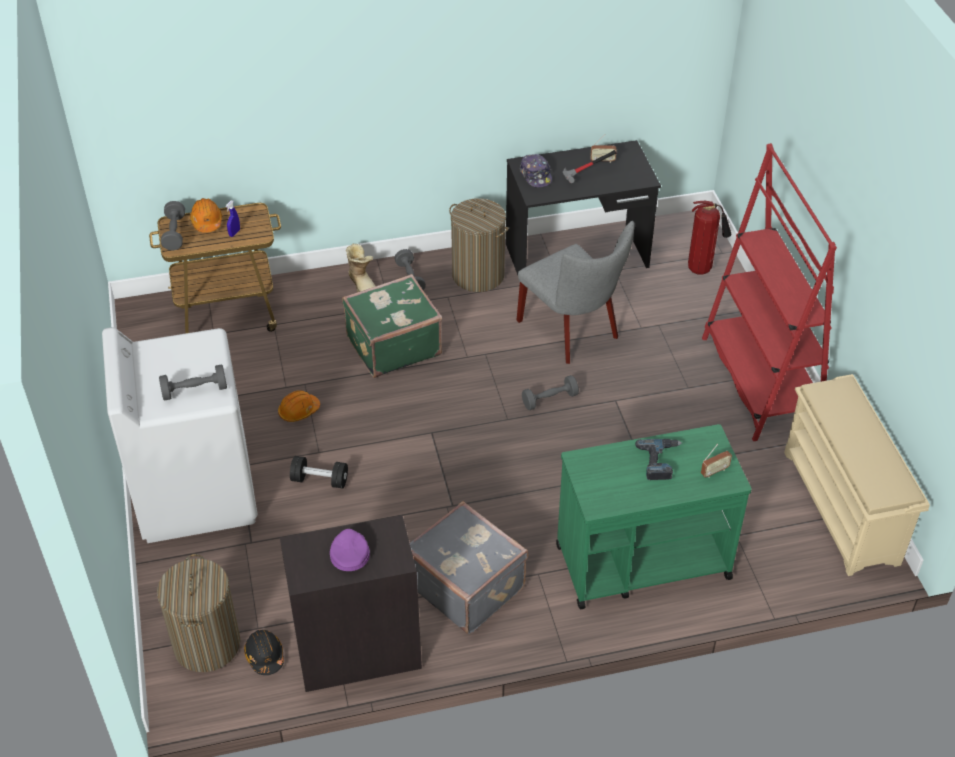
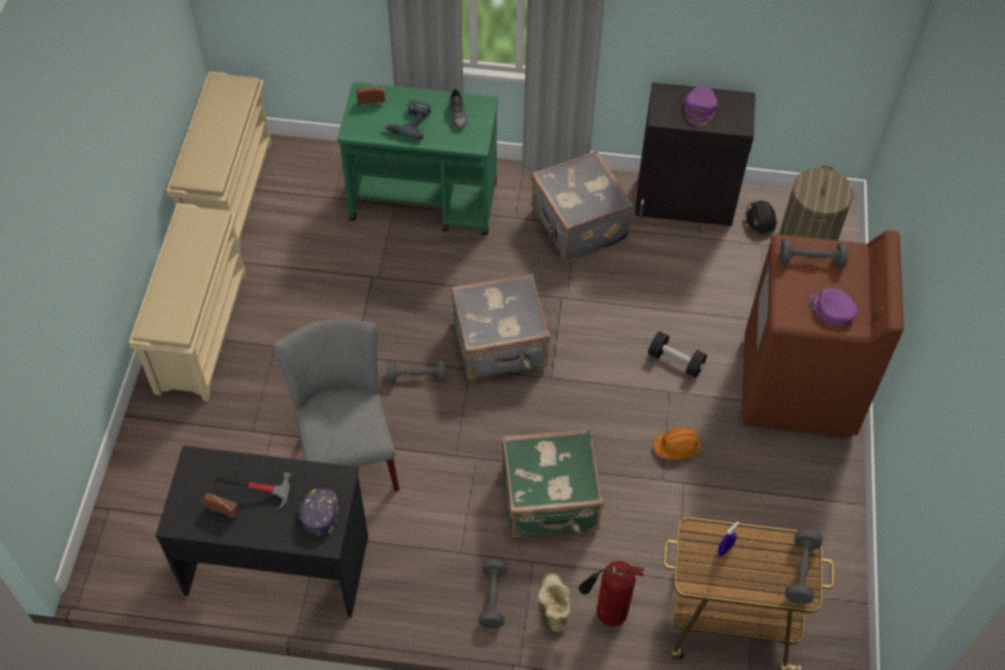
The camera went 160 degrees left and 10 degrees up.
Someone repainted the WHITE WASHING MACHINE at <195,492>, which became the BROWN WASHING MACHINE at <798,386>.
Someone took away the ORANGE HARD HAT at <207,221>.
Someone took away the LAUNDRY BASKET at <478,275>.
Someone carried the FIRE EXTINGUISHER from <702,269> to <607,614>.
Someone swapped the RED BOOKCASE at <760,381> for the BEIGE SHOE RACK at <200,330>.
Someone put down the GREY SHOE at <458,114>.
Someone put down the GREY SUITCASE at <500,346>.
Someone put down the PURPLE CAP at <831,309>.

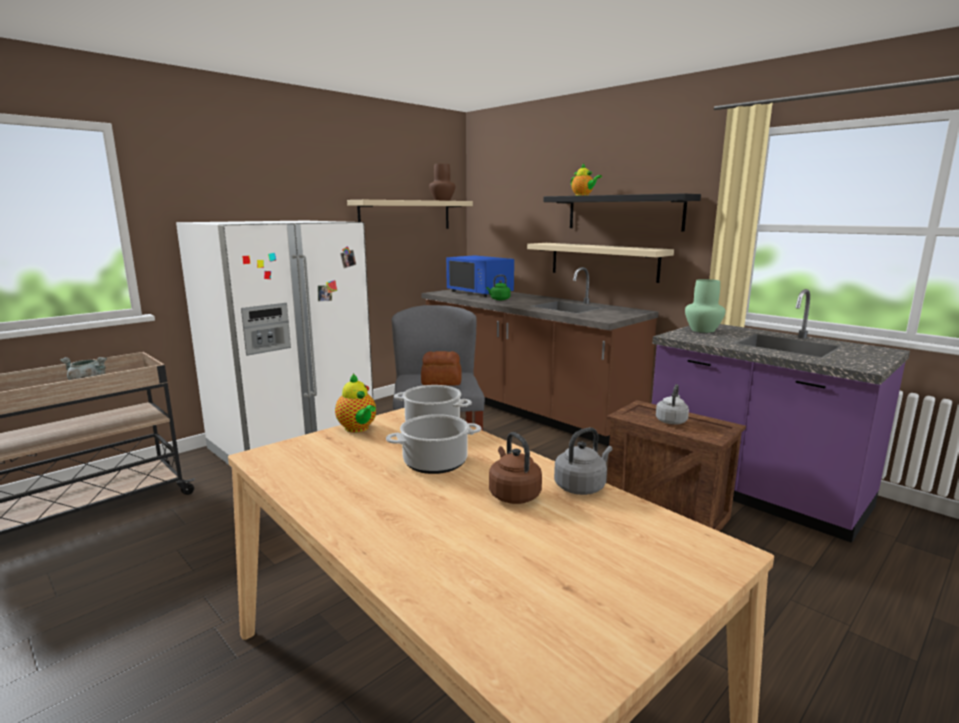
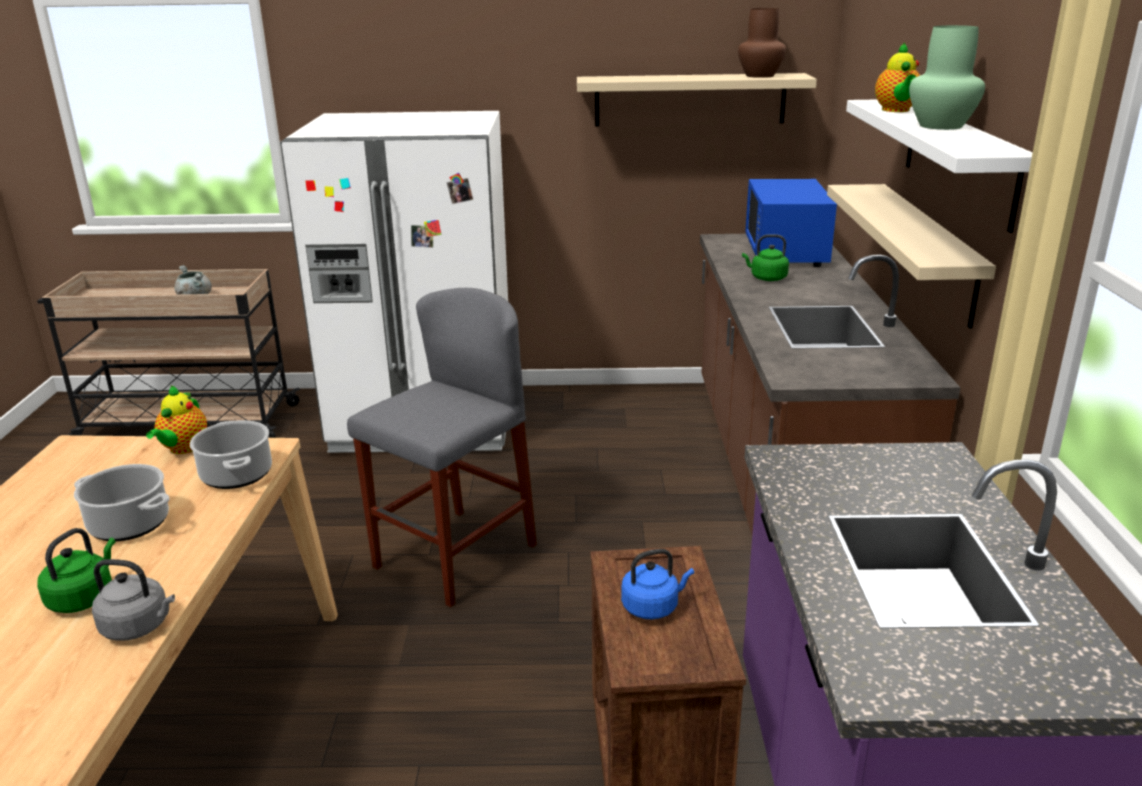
The camera went 45 degrees right and 10 degrees up.
Someone took away the BREAD at <442,382>.
Someone repainted the BROWN KETTLE at <513,494>, which became the GREEN KETTLE at <83,597>.
Someone repainted the BLACK SHELF at <624,212>, which became the WHITE SHELF at <958,159>.
Someone repainted the GREY KETTLE at <671,421>, which became the BLUE KETTLE at <653,607>.
Someone carried the GREEN VASE from <702,330> to <939,126>.

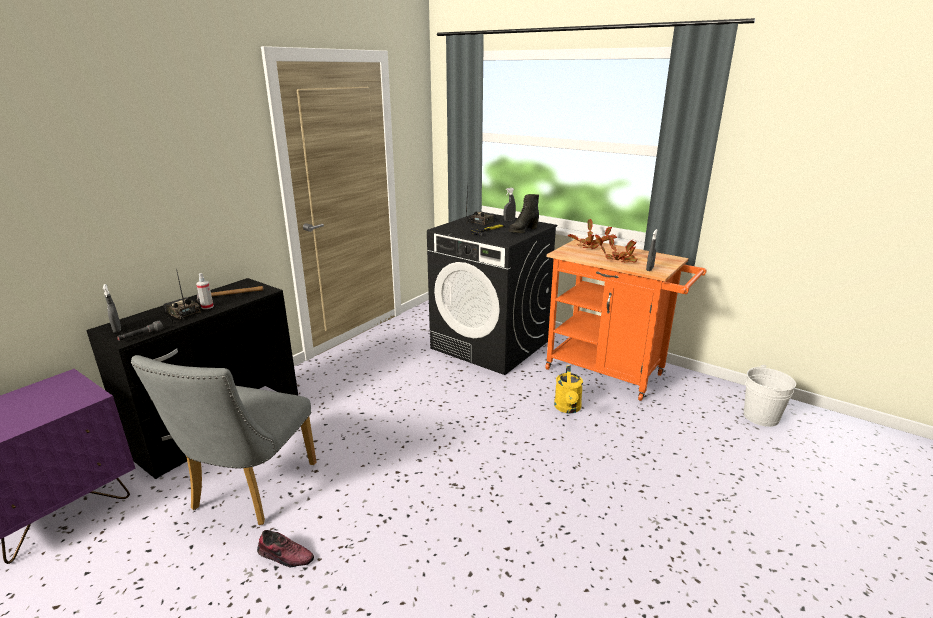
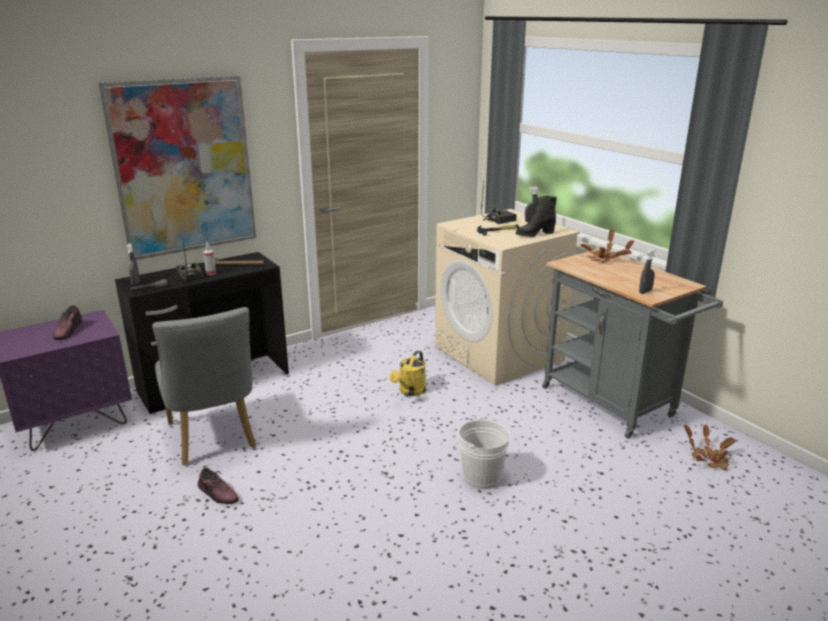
The camera went 20 degrees right and 0 degrees up.
Someone rotated the GREY CHAIR at <249,491> by 60 degrees counterclockwise.
Someone repainted the BLACK WASHING MACHINE at <490,345>, which became the BEIGE WASHING MACHINE at <499,354>.
Someone repainted the ORANGE CART at <611,373>, which became the GREY CART at <614,405>.
Someone carried the YELLOW WATERING CAN from <568,408> to <410,392>.
Someone carried the POTTED PLANT from <618,259> to <708,458>.
Someone carried the WHITE BUCKET from <761,416> to <481,477>.
Someone put down the SHOE at <68,331>.
Someone put up the PICTURE at <184,167>.

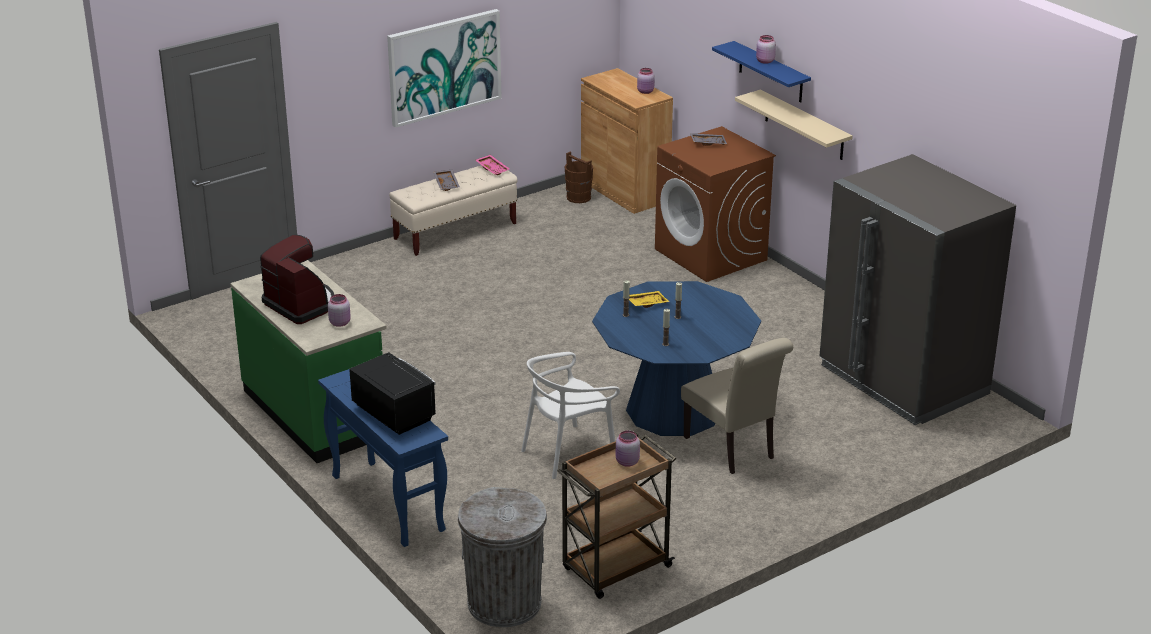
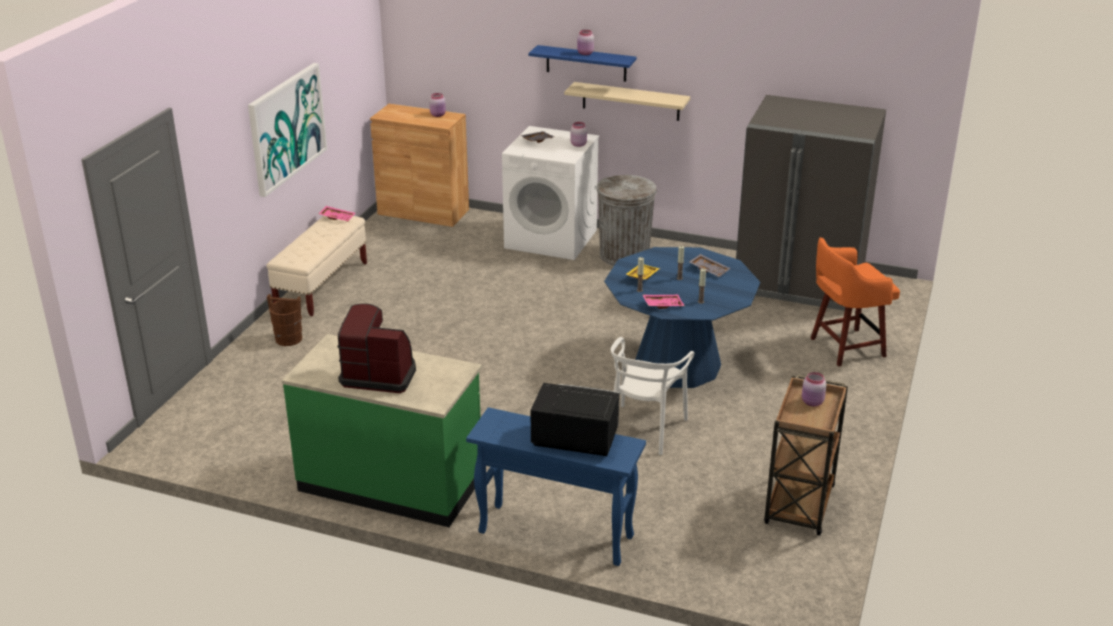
The camera went 35 degrees left and 0 degrees up.
Someone carried the PINK JAR from <340,322> to <578,144>.
Someone carried the GREY TRAY from <447,184> to <709,270>.
Someone carried the GREY TRASH CAN from <504,603> to <624,255>.
Someone carried the BROWN BUCKET from <578,197> to <288,339>.
Someone repainted the BROWN WASHING MACHINE at <711,255>, which became the WHITE WASHING MACHINE at <551,239>.
Someone took away the BEIGE CHAIR at <733,450>.
Someone put down the PINK TRAY at <662,305>.
Someone put down the ORANGE STOOL at <845,348>.

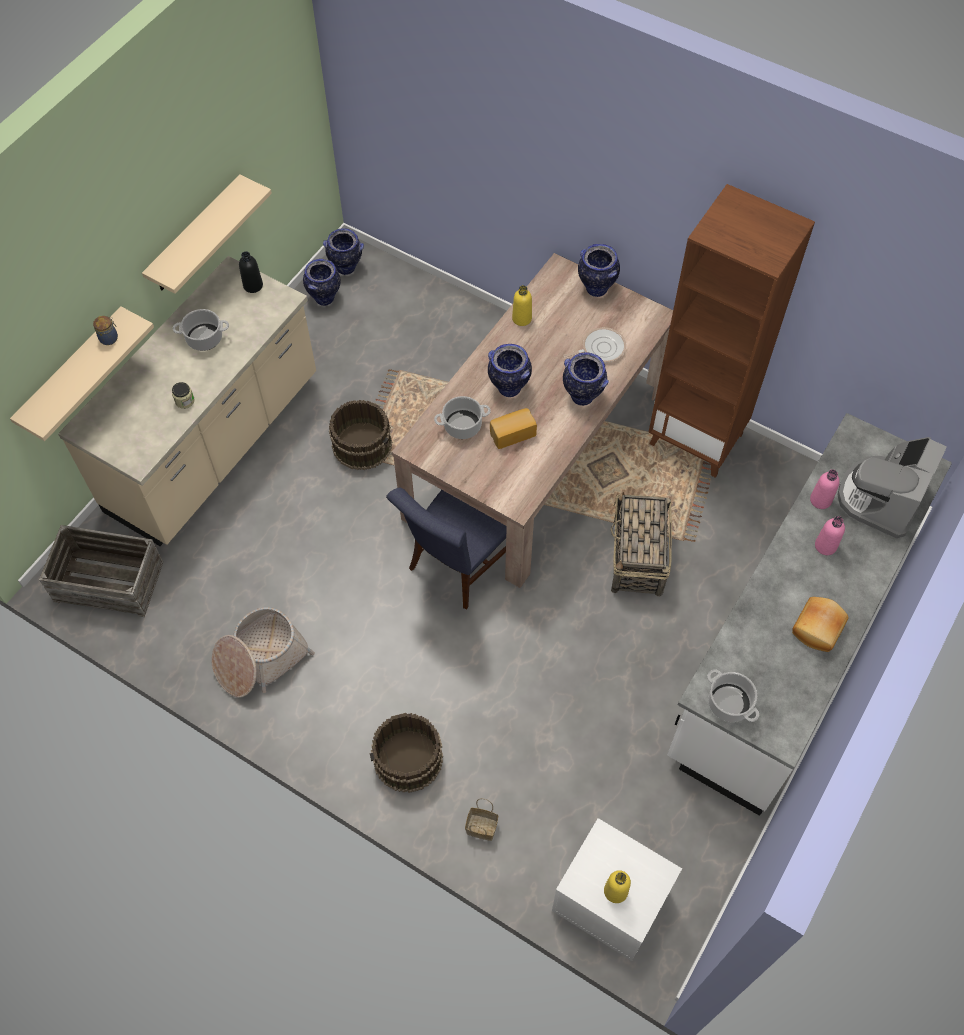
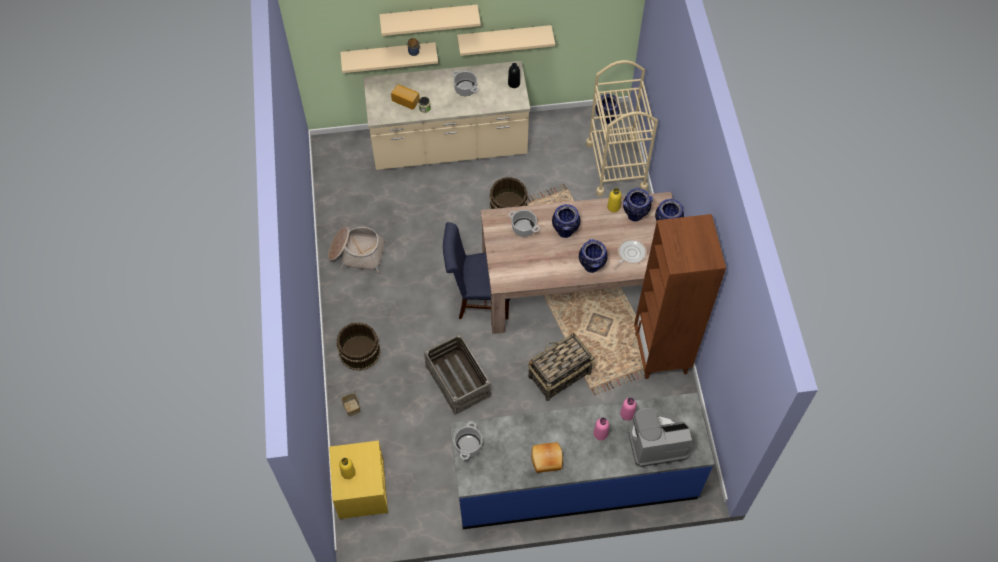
The camera went 50 degrees right and 0 degrees up.
Someone carried the CRATE from <109,580> to <458,380>.
Someone carried the VASE from <324,298> to <635,215>.
Someone carried the BREAD from <512,433> to <406,100>.
Someone repainted the WHITE NIGHTSTAND at <609,901>, which became the YELLOW NIGHTSTAND at <361,489>.
Someone rotated the FRYING PAN at <600,348> by 75 degrees counterclockwise.
Someone repainted the WHITE COUNTER at <788,642>, which became the BLUE COUNTER at <575,480>.
Someone put up the BEIGE SHELF at <429,18>.
Someone put down the BEIGE CART at <616,166>.

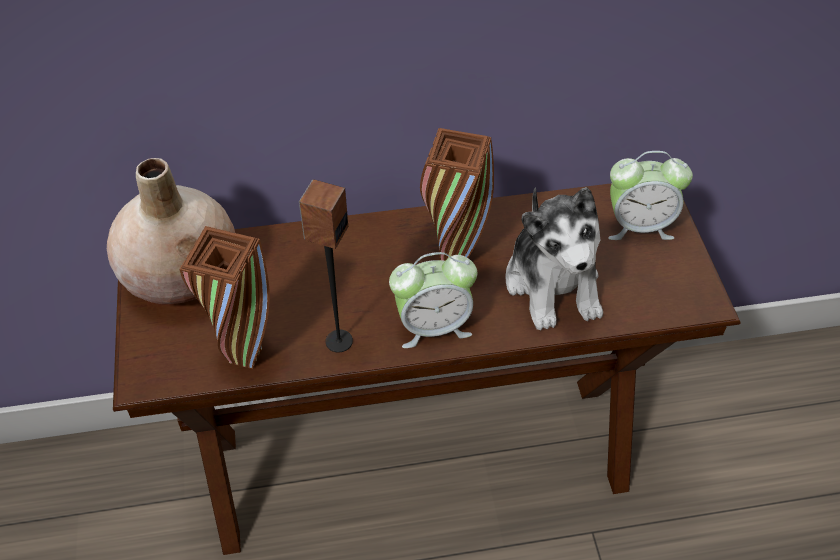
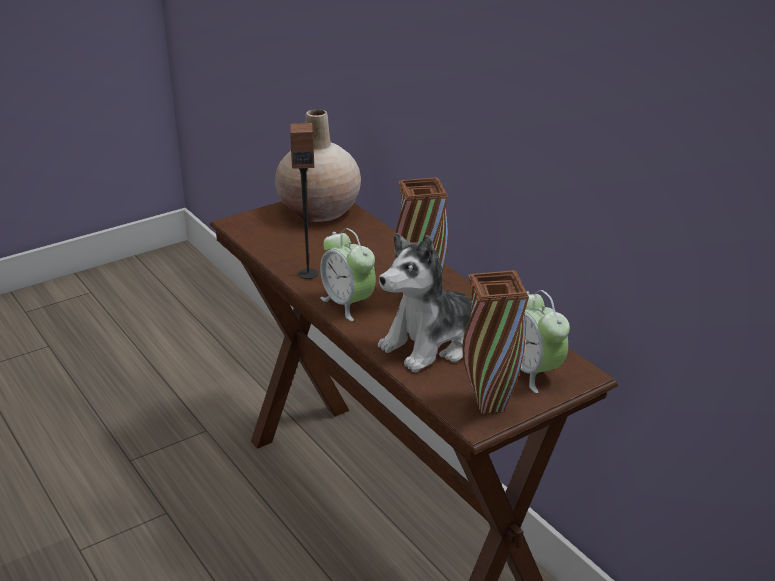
The camera went 65 degrees right and 20 degrees down.
Someone carried the BROWN VASE from <245,355> to <490,406>.

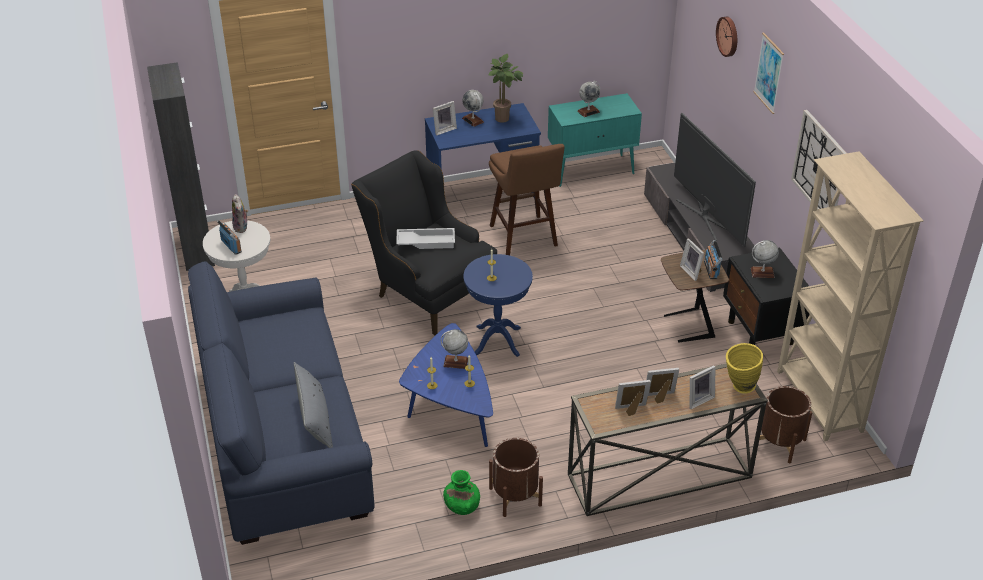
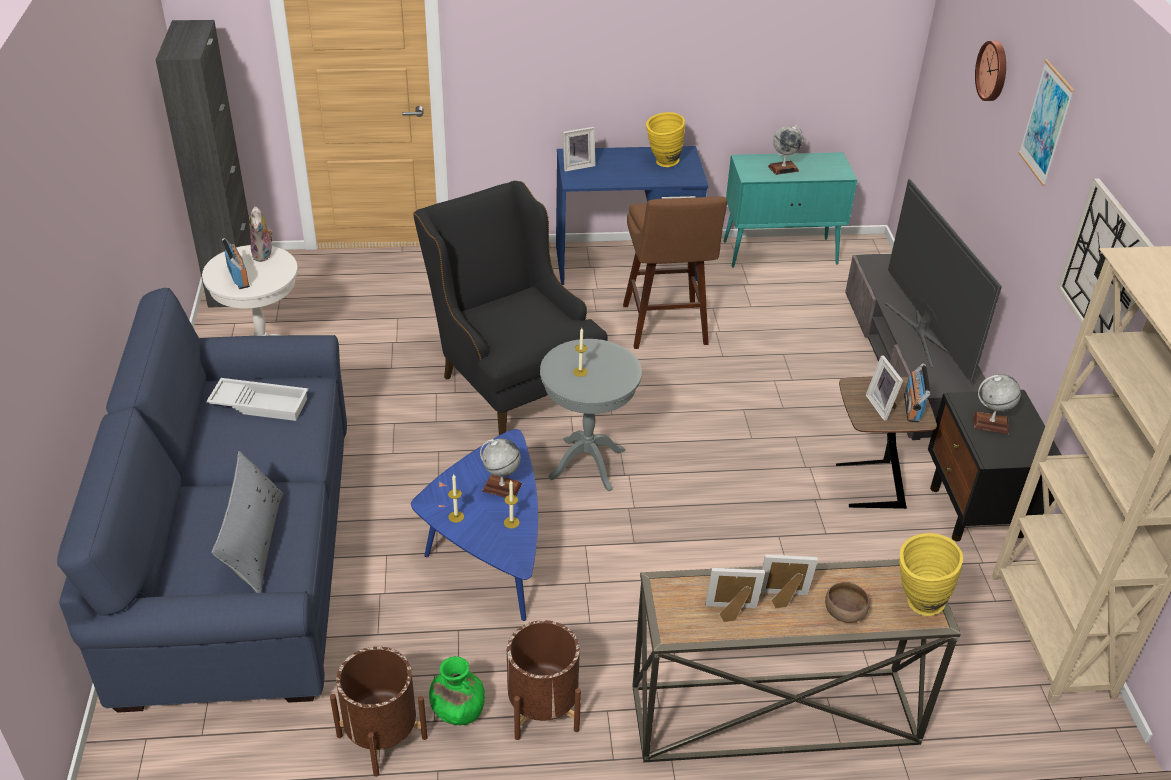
The camera went 10 degrees right and 0 degrees up.
Someone carried the WHITE TRAY from <426,241> to <261,403>.
Someone took away the GLOBE at <473,120>.
Someone repainted the BLUE SIDE TABLE at <497,341>, which became the GREY SIDE TABLE at <587,464>.
Someone swapped the POTTED PLANT at <503,119> for the YELLOW VASE at <662,163>.
Someone swapped the PICTURE FRAME at <698,399> for the BROWN BOWL at <845,612>.
Someone carried the BROWN PLANTER from <780,443> to <382,736>.

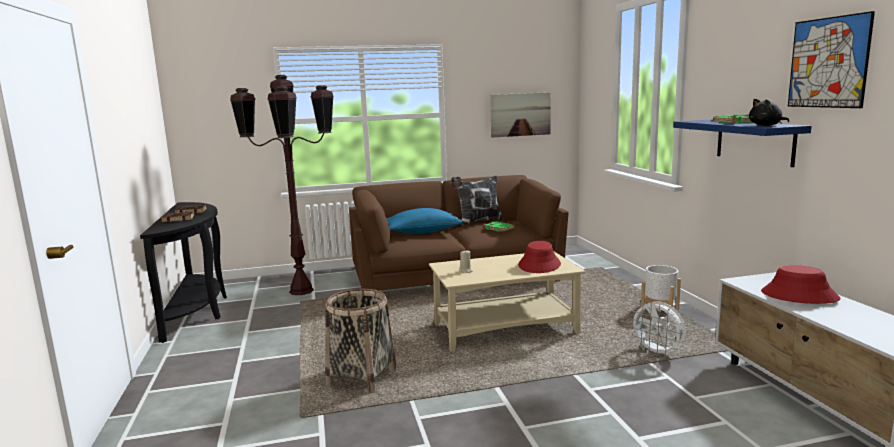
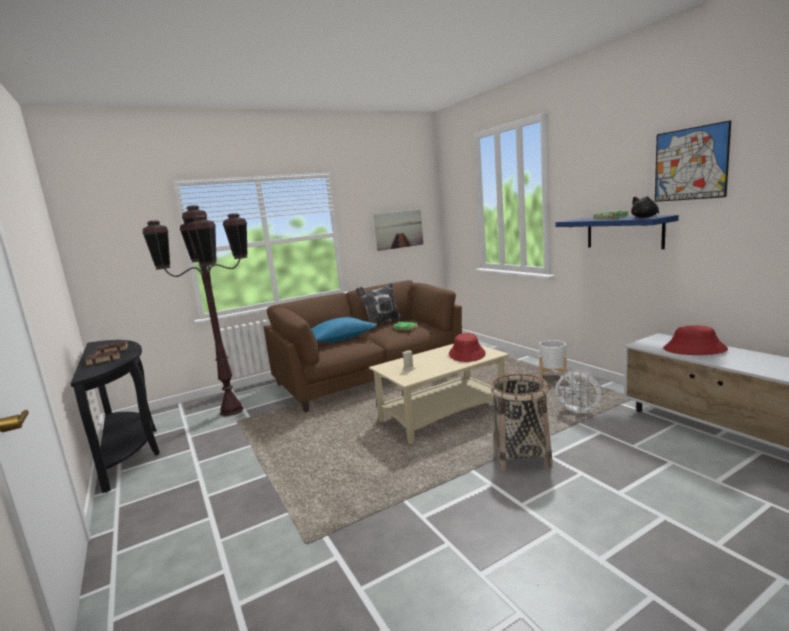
The camera went 15 degrees left and 0 degrees up.
Someone carried the BASKET from <361,378> to <521,456>.

